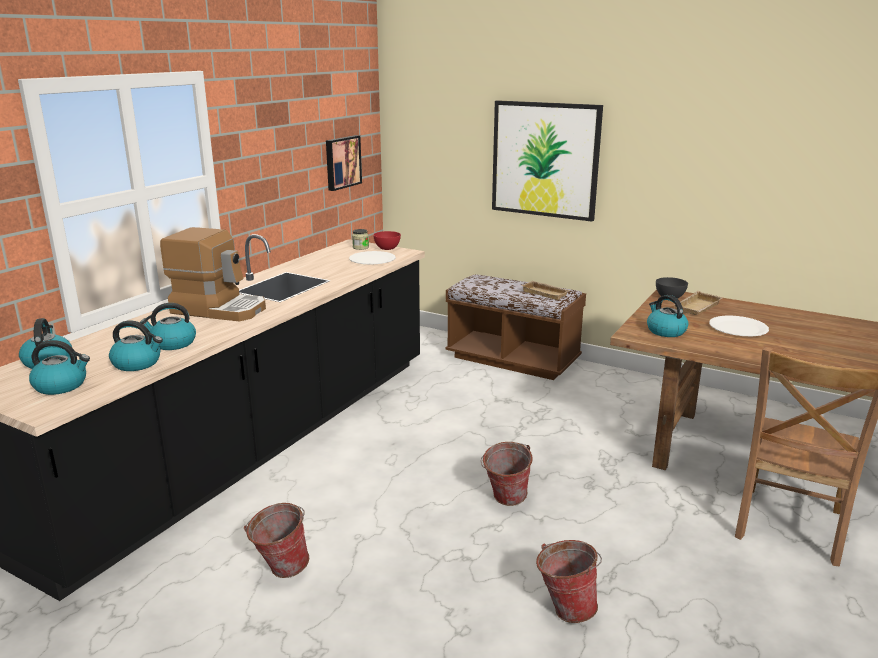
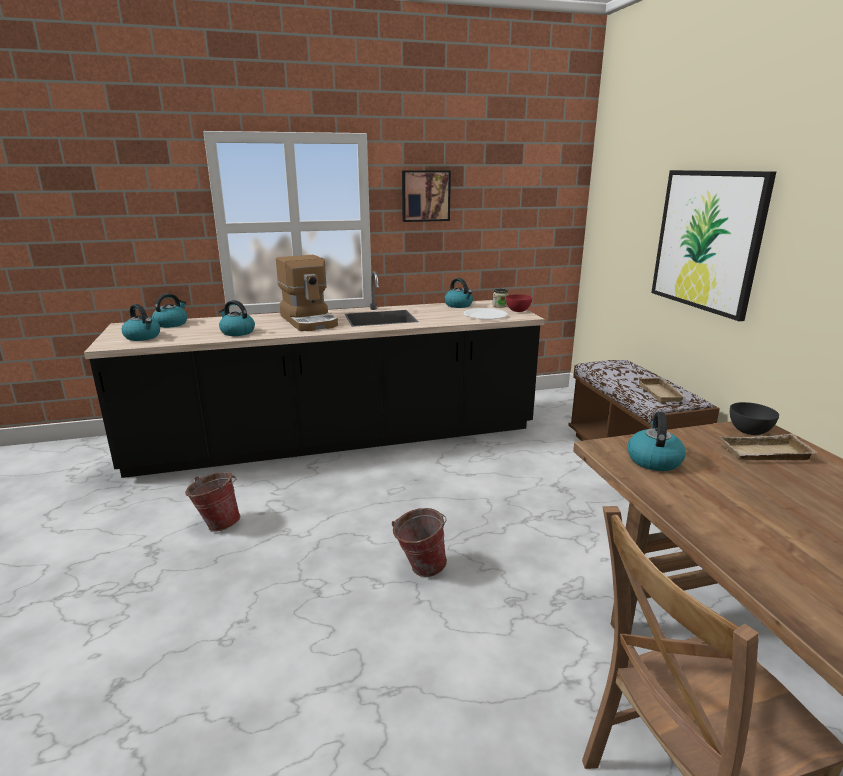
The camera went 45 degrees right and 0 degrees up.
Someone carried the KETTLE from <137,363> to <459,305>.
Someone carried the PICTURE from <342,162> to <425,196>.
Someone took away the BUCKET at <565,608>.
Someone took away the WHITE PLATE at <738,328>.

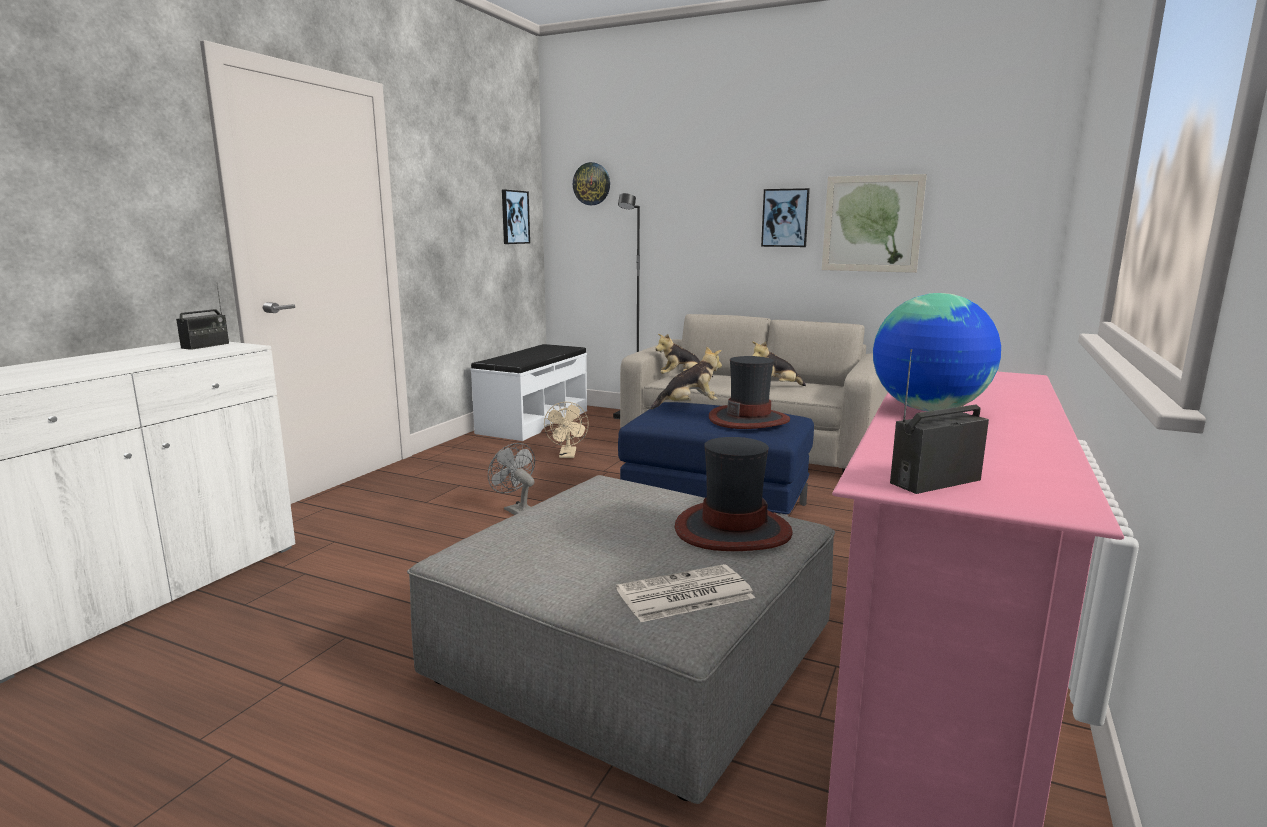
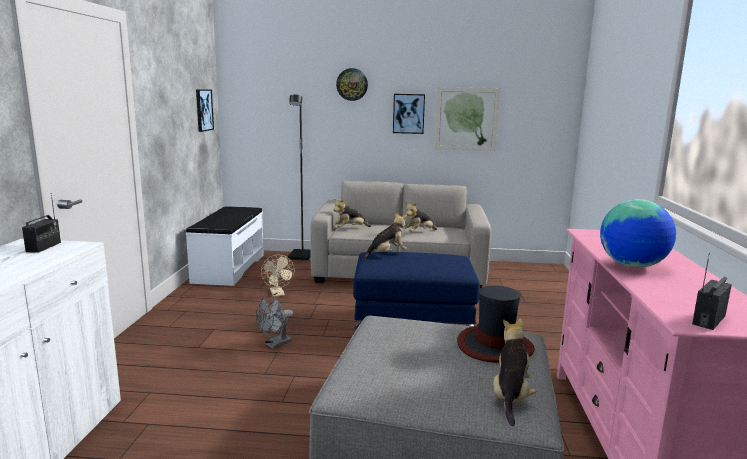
The camera went 20 degrees left and 0 degrees up.
Someone rotated the GREY FAN at <516,510> by 75 degrees counterclockwise.
Someone carried the WALL CLOCK from <591,184> to <352,84>.
Someone swapped the NEWSPAPER at <683,595> for the PLUSH TOY at <510,397>.
Someone took away the HAT at <749,419>.

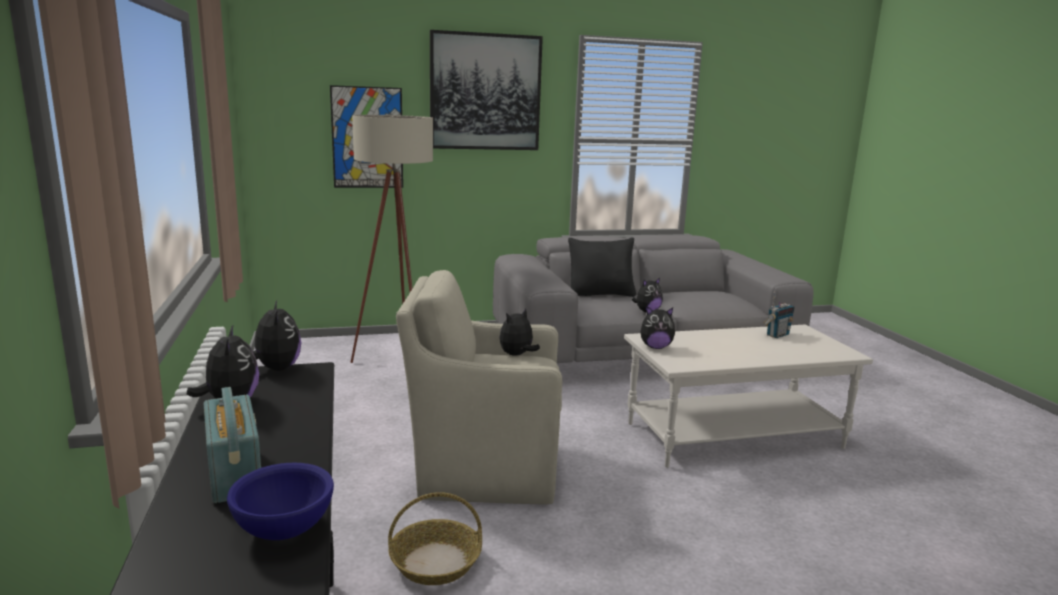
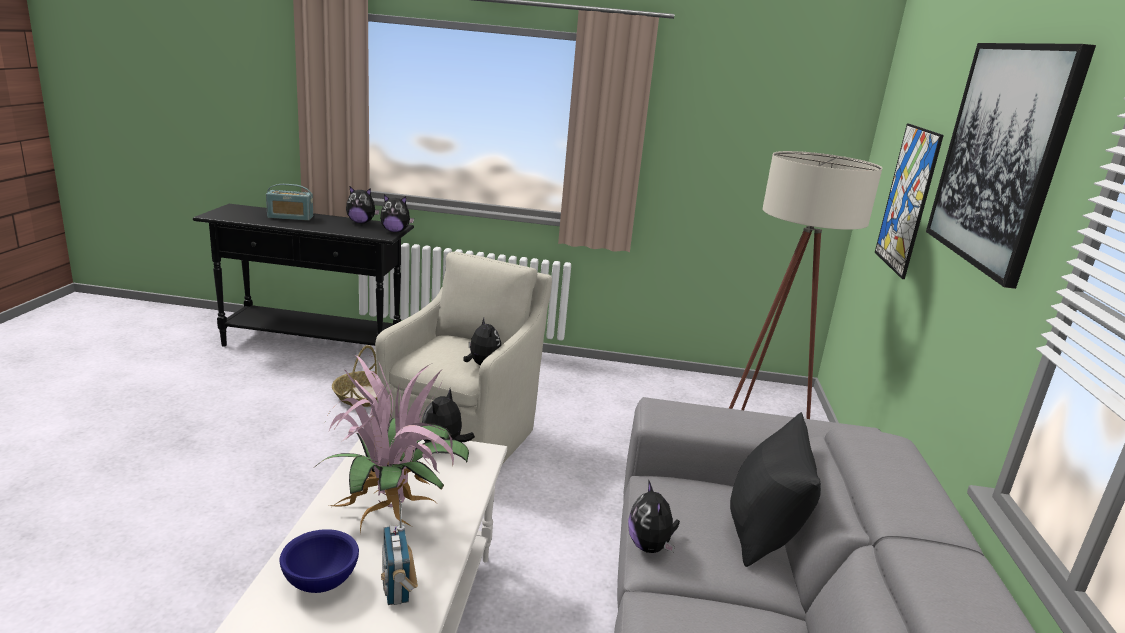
The camera went 110 degrees right and 5 degrees up.
Someone carried the BLUE BOWL from <284,530> to <319,582>.
Someone put down the POTTED PLANT at <393,513>.

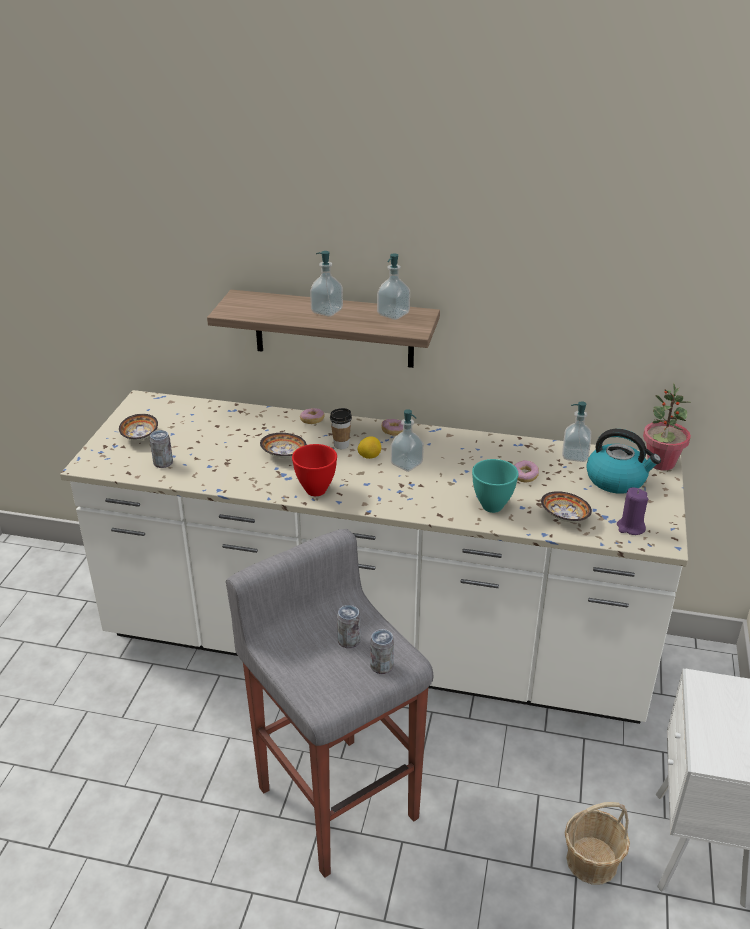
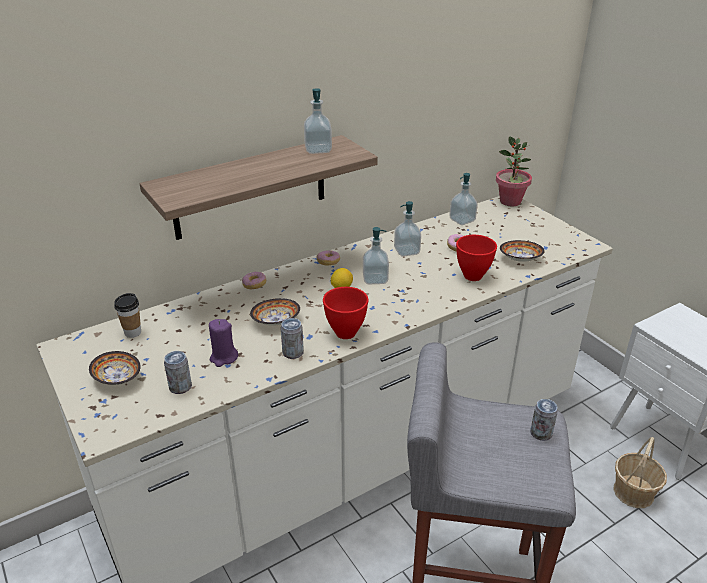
The camera went 45 degrees left and 0 degrees up.
Someone carried the SOAP DISPENSER from <327,311> to <407,251>.
Someone carried the CUP from <341,445> to <133,332>.
Someone carried the CAN from <349,641> to <293,353>.
Someone repainted the TURQUOISE BOWL at <491,507>, which became the RED BOWL at <473,277>.
Someone took away the KETTLE at <617,480>.
Someone carried the PURPLE CANDLE from <630,527> to <223,358>.

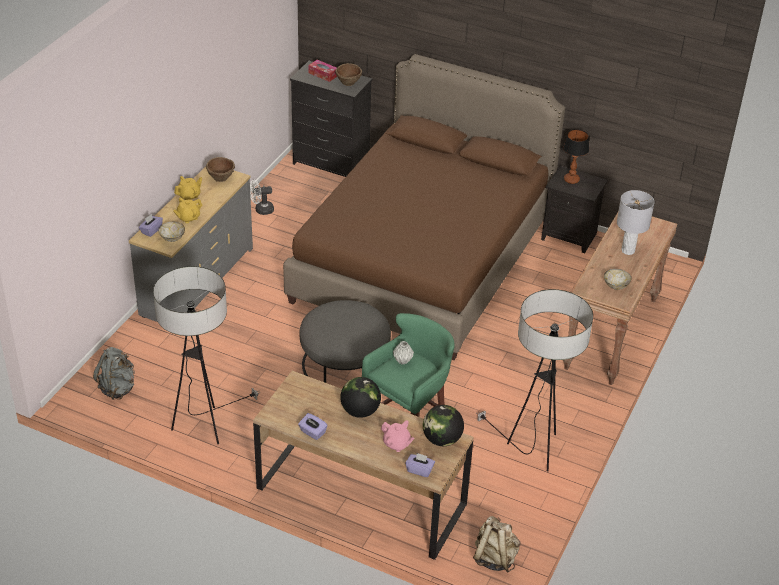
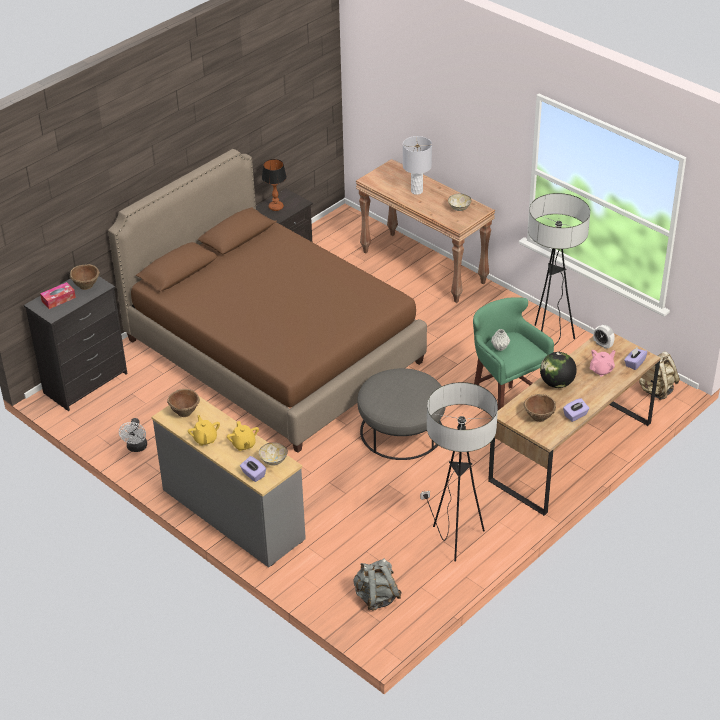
The camera went 70 degrees left and 0 degrees up.
Someone swapped the GLOBE at <442,439> for the ALARM CLOCK at <602,344>.
Someone put down the BROWN BOWL at <539,417>.

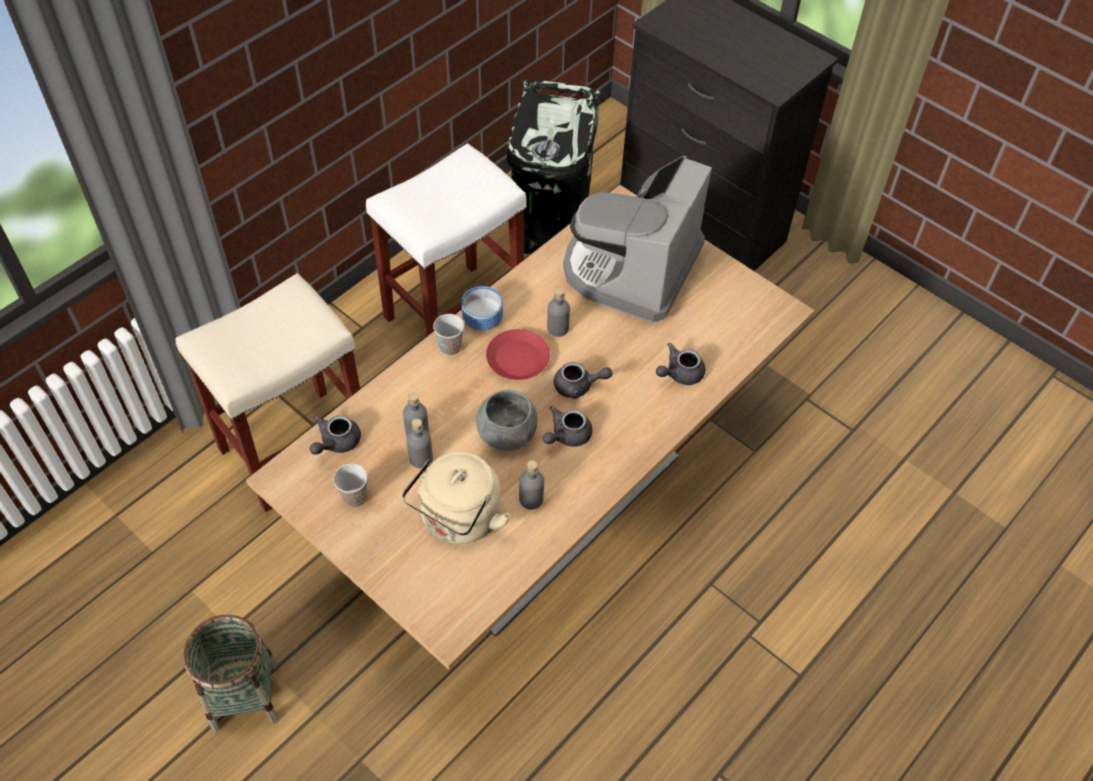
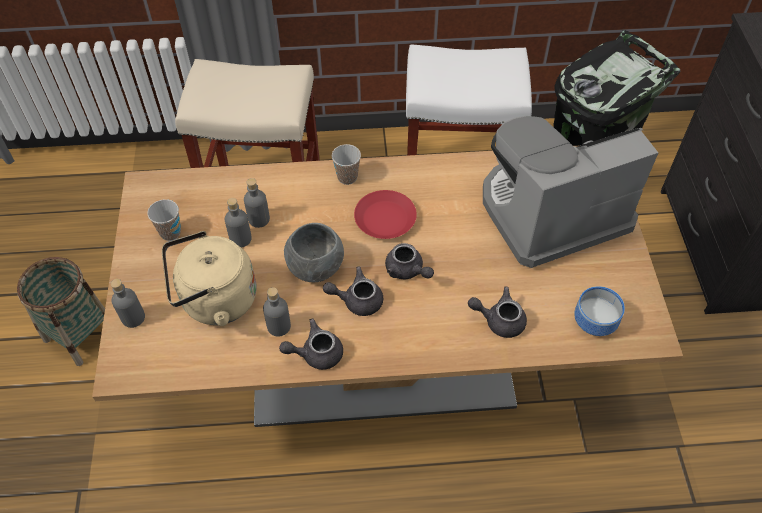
The camera went 45 degrees right and 0 degrees up.
Someone carried the GREY TEAPOT from <336,442> to <316,353>.
Someone carried the BOWL from <483,318> to <596,320>.
Someone carried the GREY BOTTLE from <558,328> to <133,318>.

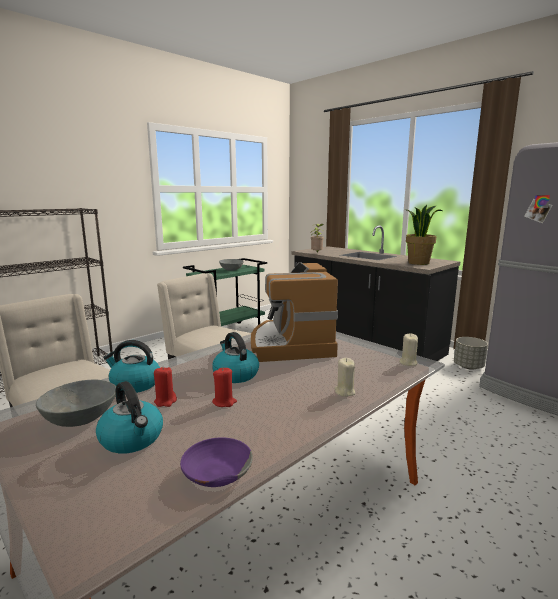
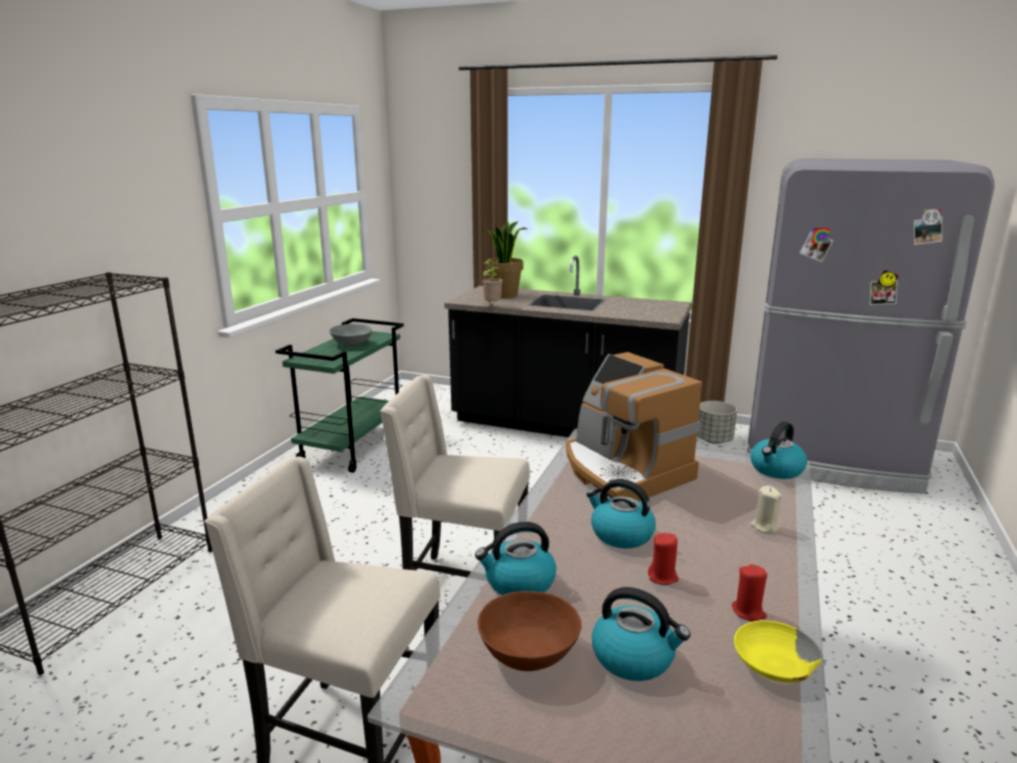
The camera went 25 degrees left and 5 degrees up.
Someone repainted the GREY BOWL at <81,418>, which became the BROWN BOWL at <530,652>.
Someone carried the RED CANDLE from <165,401> to <748,612>.
Someone repainted the PURPLE BOWL at <215,472>, which became the YELLOW BOWL at <773,664>.
Someone swapped the BEIGE CANDLE at <408,362> for the KETTLE at <776,470>.
Someone carried the POTTED PLANT from <418,263> to <504,295>.

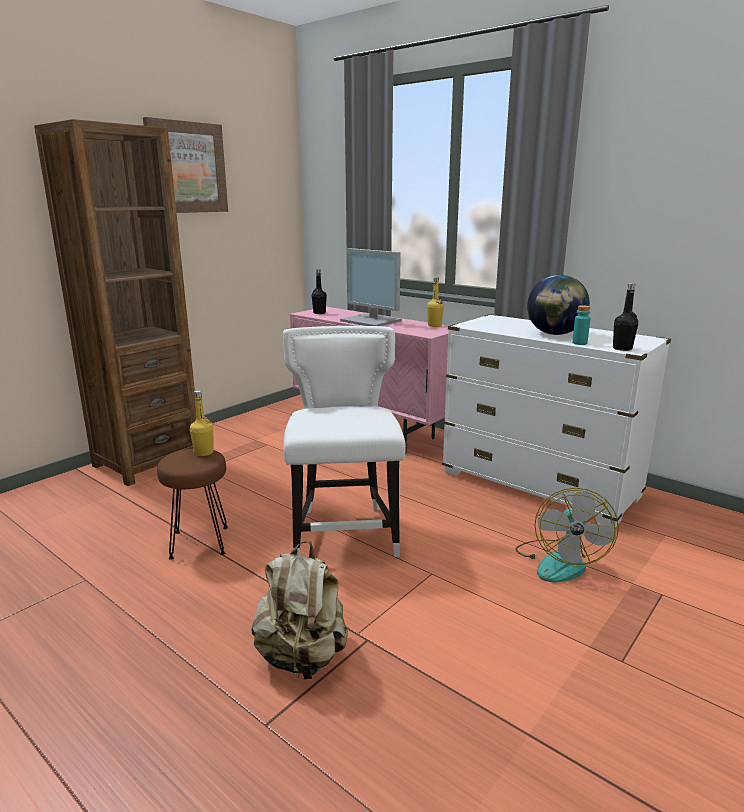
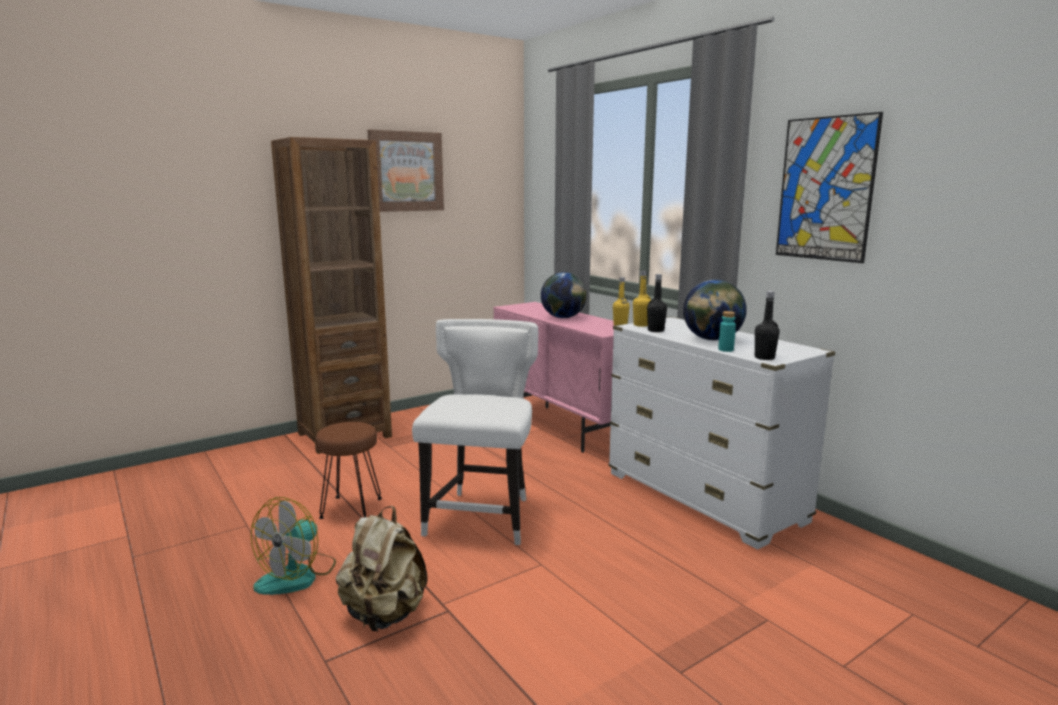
The camera went 15 degrees right and 5 degrees down.
Someone carried the YELLOW BOTTLE from <204,453> to <641,325>.
Someone carried the BLACK BOTTLE from <319,313> to <655,330>.
Someone swapped the MONITOR at <372,321> for the GLOBE at <563,317>.
Someone carried the FAN from <559,561> to <297,575>.
Someone put up the PICTURE at <825,189>.

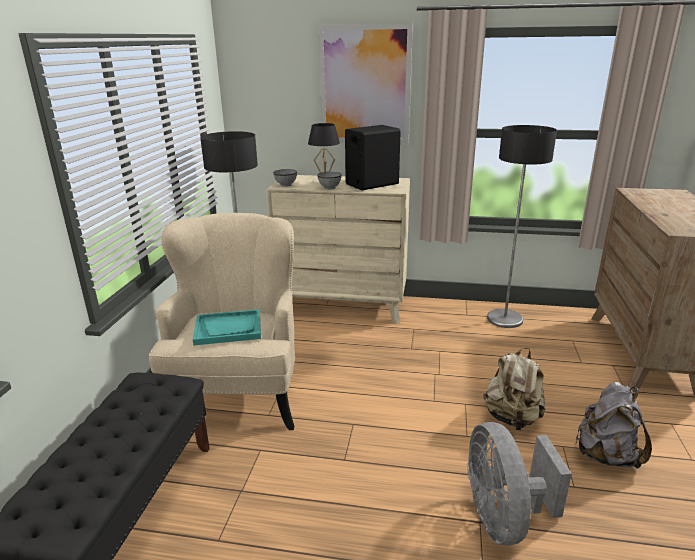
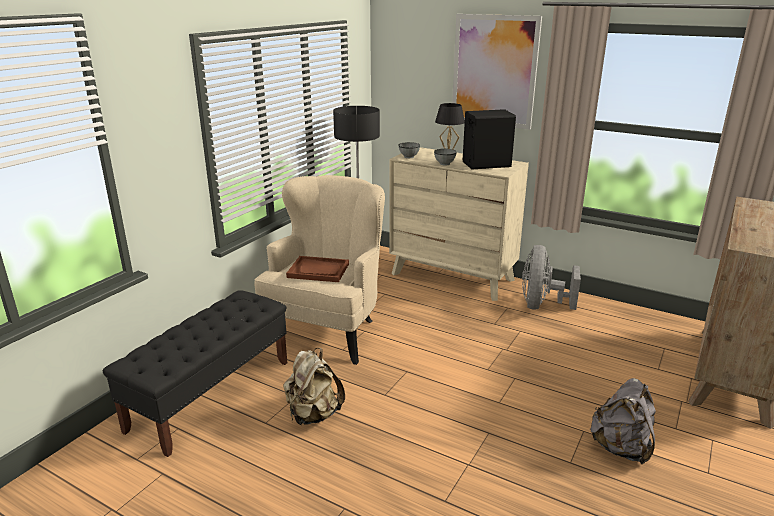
The camera went 20 degrees right and 0 degrees up.
Someone repainted the TURQUOISE TRAY at <228,329>, which became the BROWN TRAY at <318,270>.
Someone carried the GREY FAN from <503,517> to <541,305>.
Someone carried the BEIGE BACKPACK from <512,418> to <313,414>.
Someone took away the FLOOR LAMP at <505,319>.

